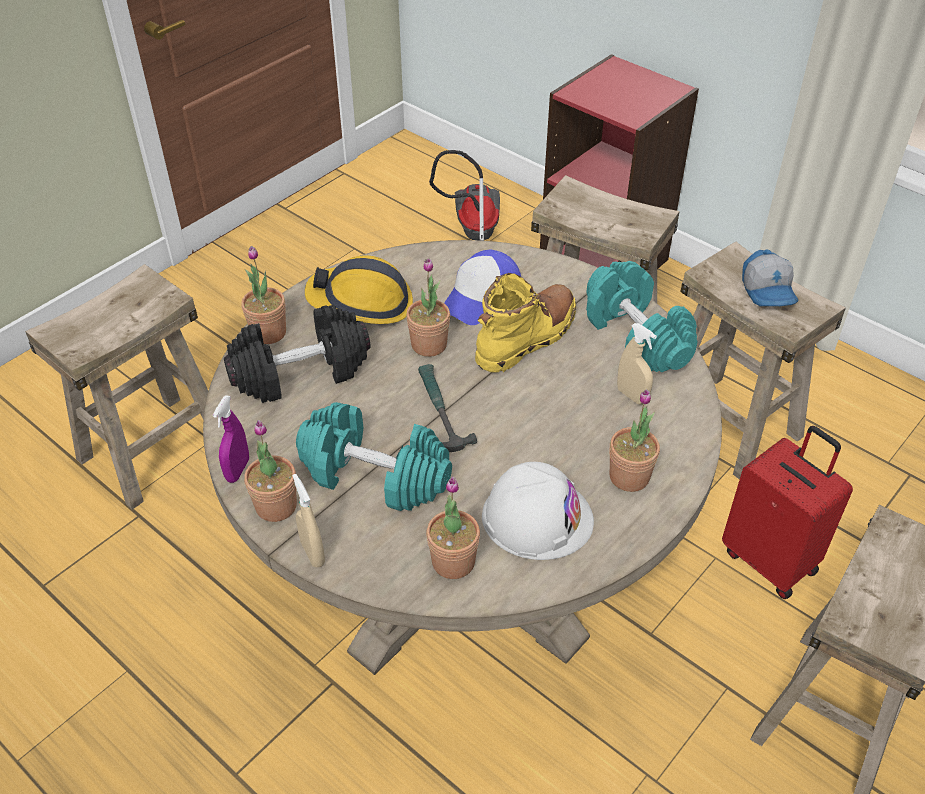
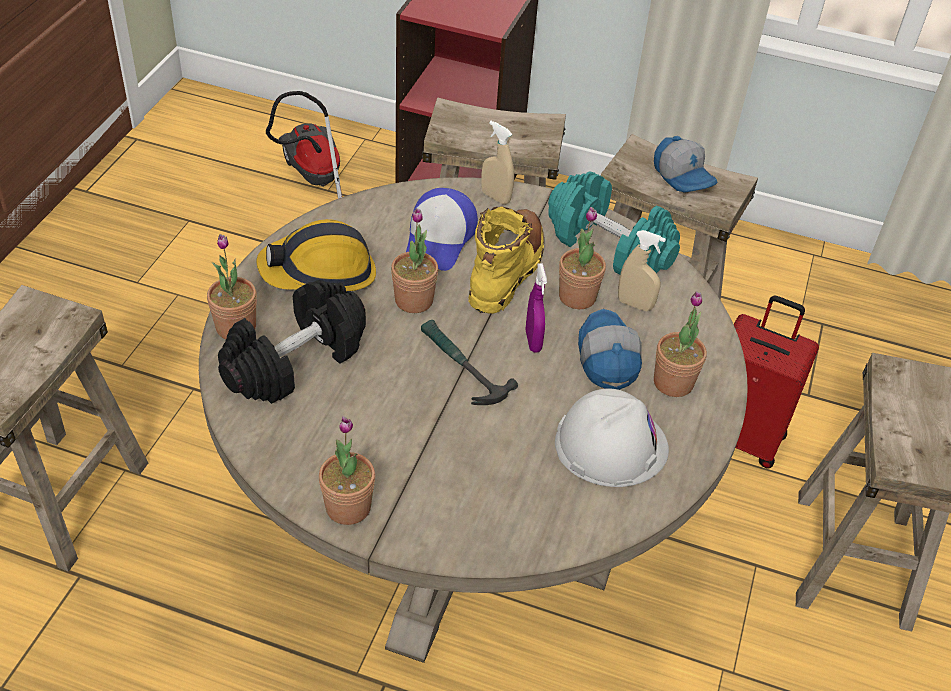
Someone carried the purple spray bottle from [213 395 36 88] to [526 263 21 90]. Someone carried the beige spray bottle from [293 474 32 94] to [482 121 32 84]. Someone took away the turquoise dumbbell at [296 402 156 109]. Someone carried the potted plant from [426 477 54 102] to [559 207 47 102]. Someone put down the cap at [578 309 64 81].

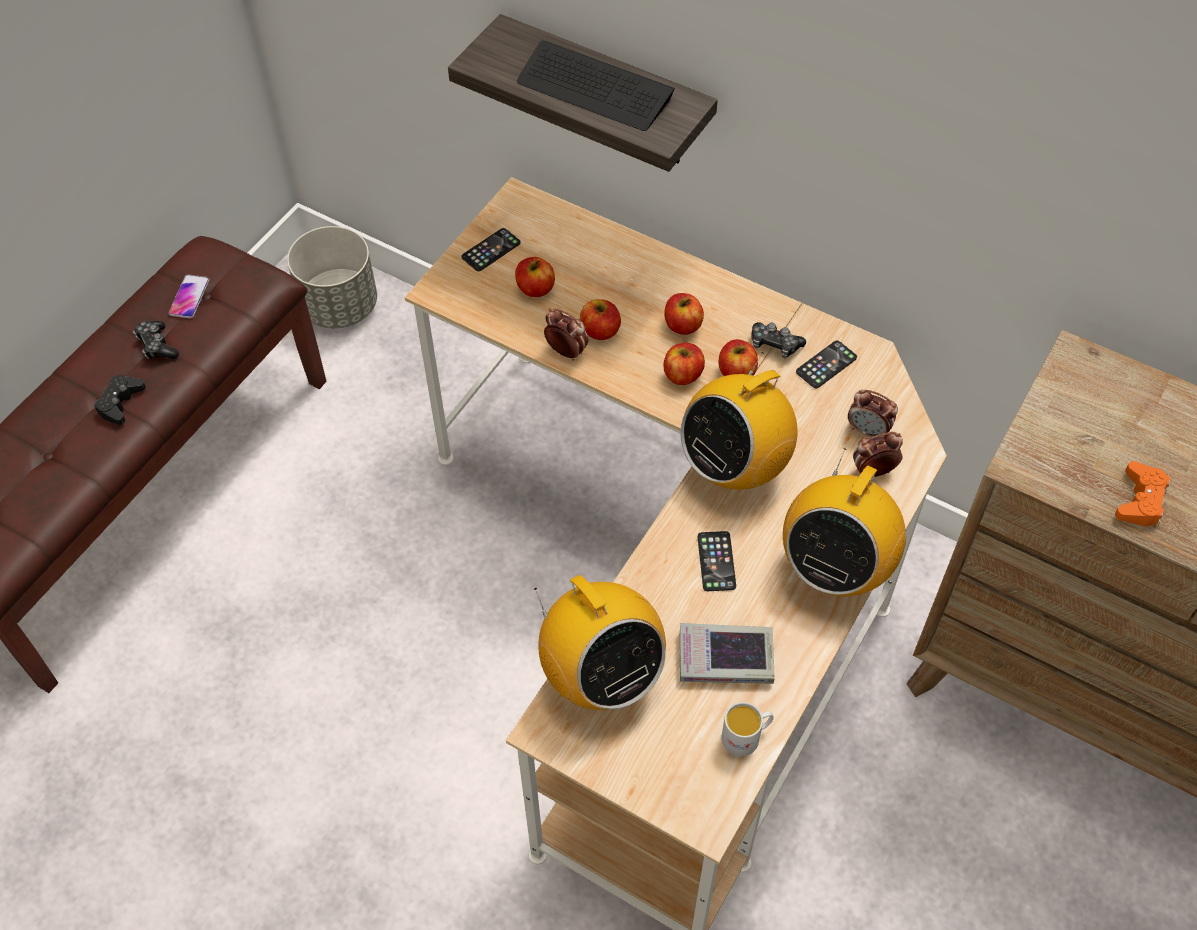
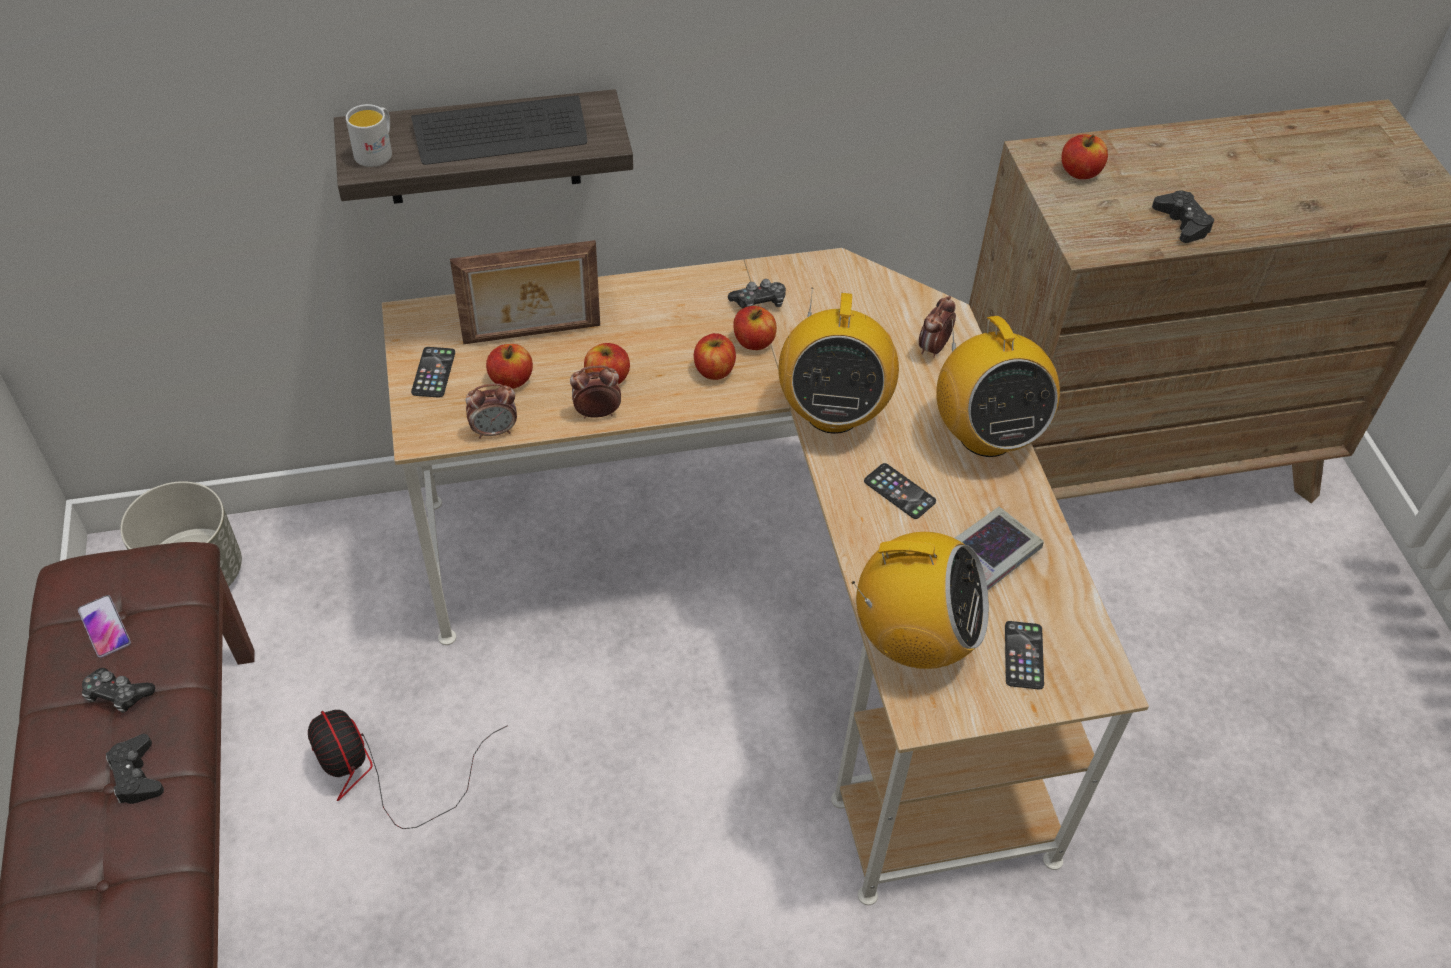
Someone carried the apple from [664 293 40 42] to [1062 134 46 45]. Someone carried the white mug from [721 702 53 54] to [346 104 46 63]. Someone carried the phone from [796 341 61 47] to [1005 621 39 69]. Someone carried the alarm clock from [848 390 50 47] to [466 384 51 55]. Someone repainted the orange game controller at [1115 461 55 65], which became the black game controller at [1152 190 63 53]. Someone put down the fan at [308 710 200 119]. Someone put down the picture frame at [450 240 150 104].

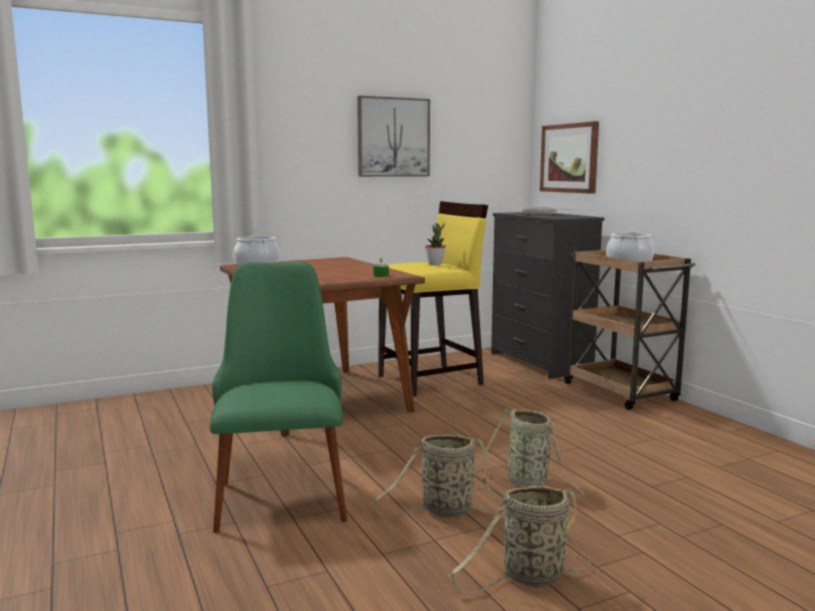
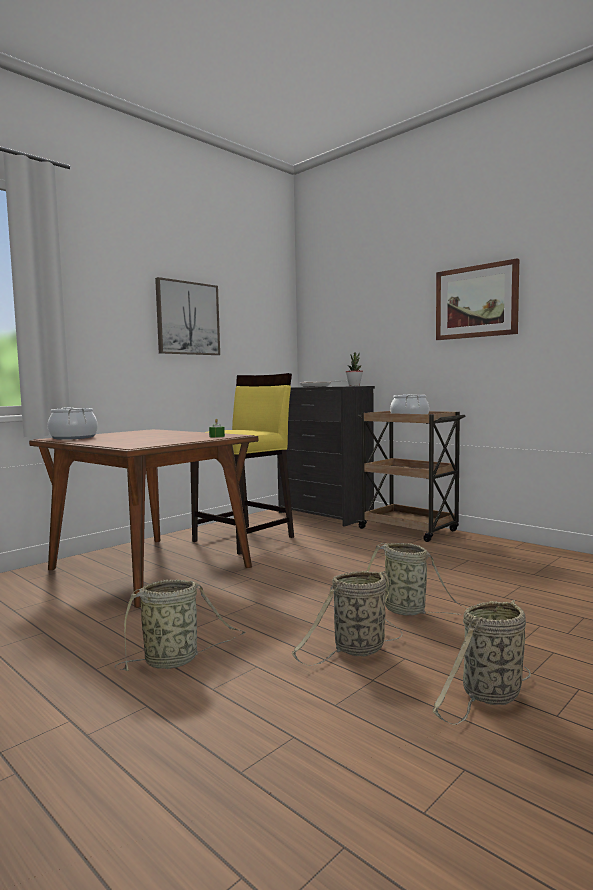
Someone swapped the green chair at [210 262 137 271] for the basket at [115 579 131 92]. Someone carried the potted plant from [425 223 21 42] to [346 352 17 34]. Someone carried the picture from [540 121 59 73] to [436 258 83 82].

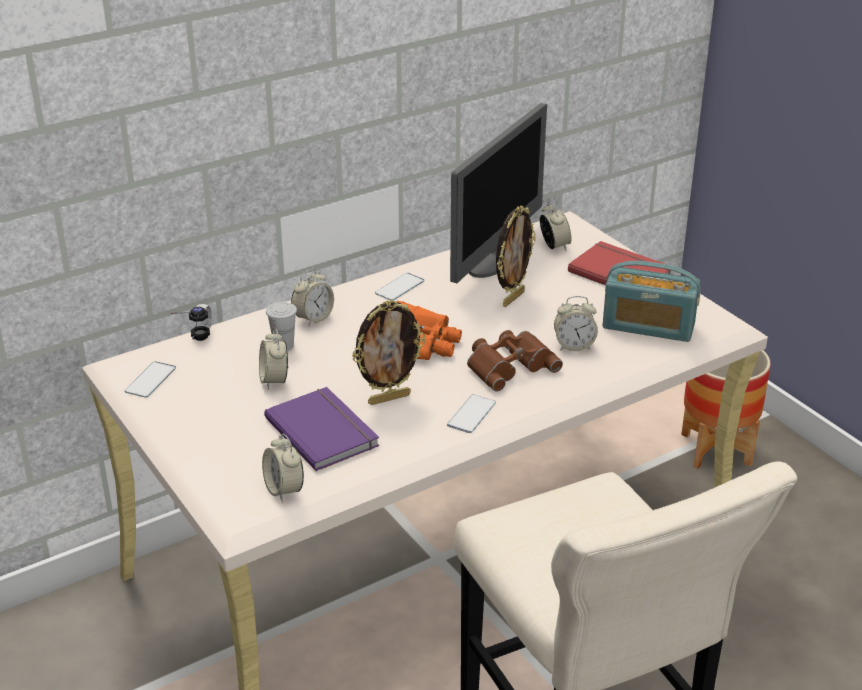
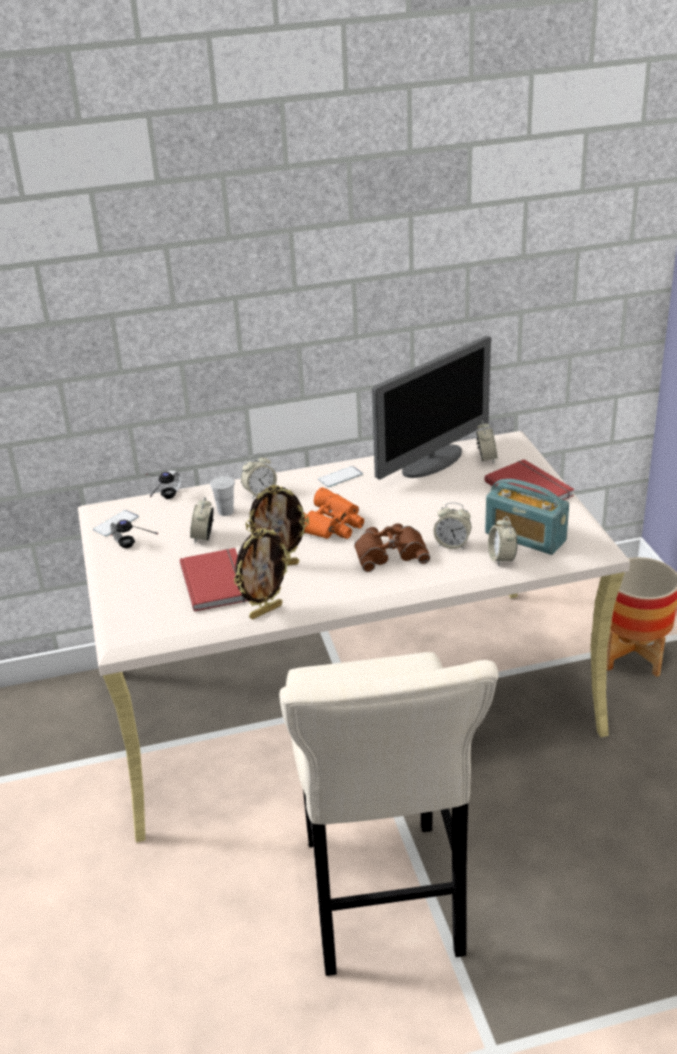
Someone carried the alarm clock from [262 434 42 68] to [488 516 29 51]. Someone repainted the purple book at [264 387 115 84], which became the red book at [180 548 68 64]. Someone took away the phone at [447 394 49 39]. Someone carried the picture frame from [496 206 40 101] to [233 528 58 91]. Someone put down the headphones at [110 519 48 29].

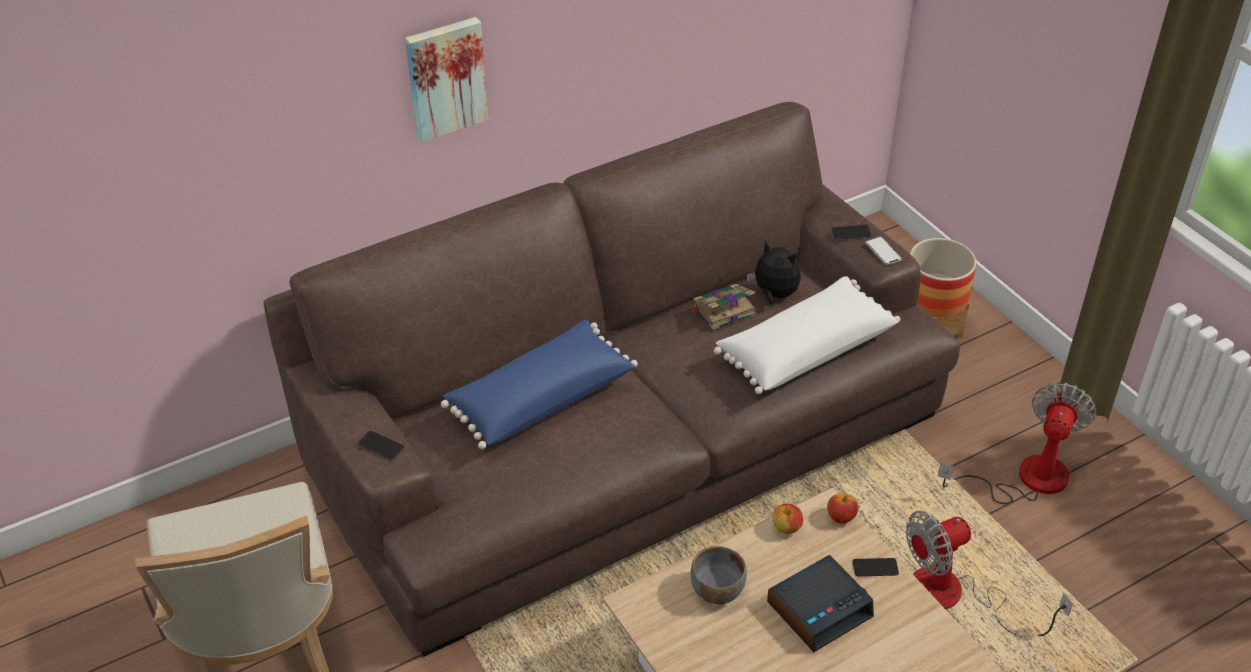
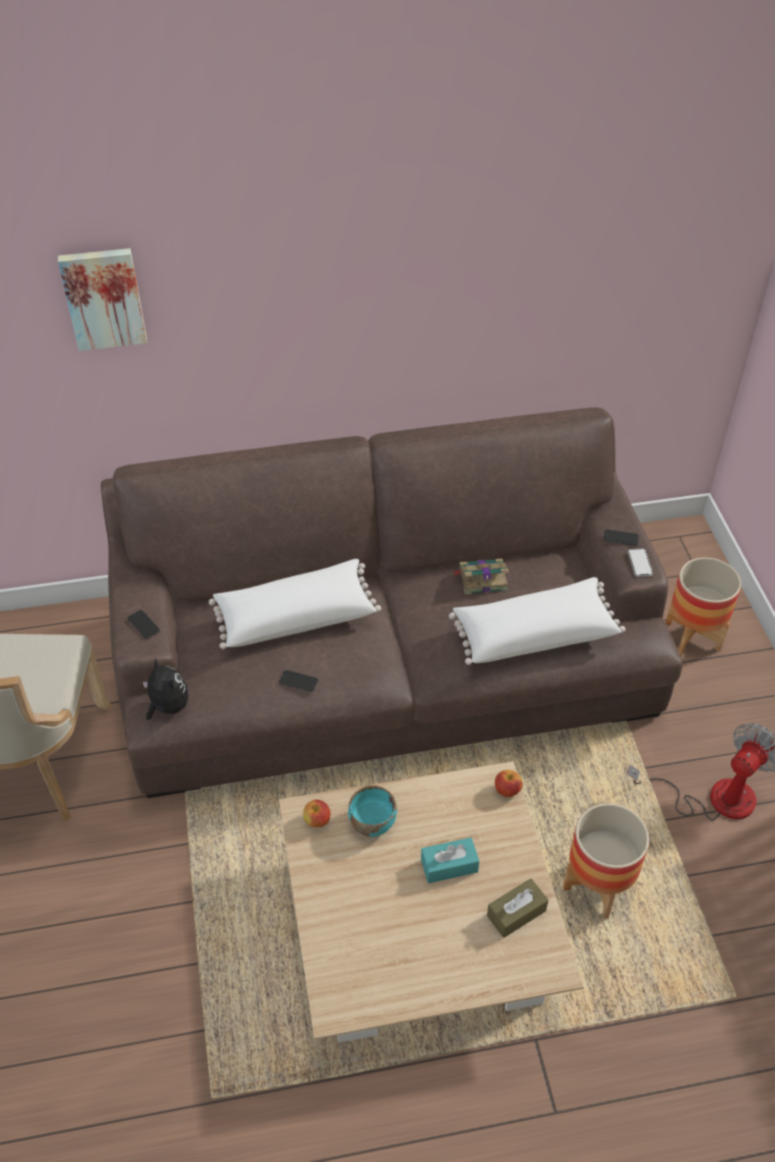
Someone carried the picture from [405 17 83 125] to [58 248 89 103]. Someone repainted the blue pillow at [441 320 197 129], which became the white pillow at [209 559 172 90]. Someone repainted the grey bowl at [691 546 56 59], which became the turquoise bowl at [348 785 49 52]. Someone carried the plush toy from [747 240 54 64] to [143 657 45 63]. Someone swapped the alarm clock at [767 555 107 97] for the turquoise tissue box at [421 837 58 47]. Someone carried the apple from [772 504 31 30] to [303 800 28 28]. Someone carried the phone from [853 558 46 18] to [279 670 39 22]. Someone swapped the fan at [906 511 167 125] for the planter at [563 803 86 116]. Someone put down the brown tissue box at [487 879 61 59].

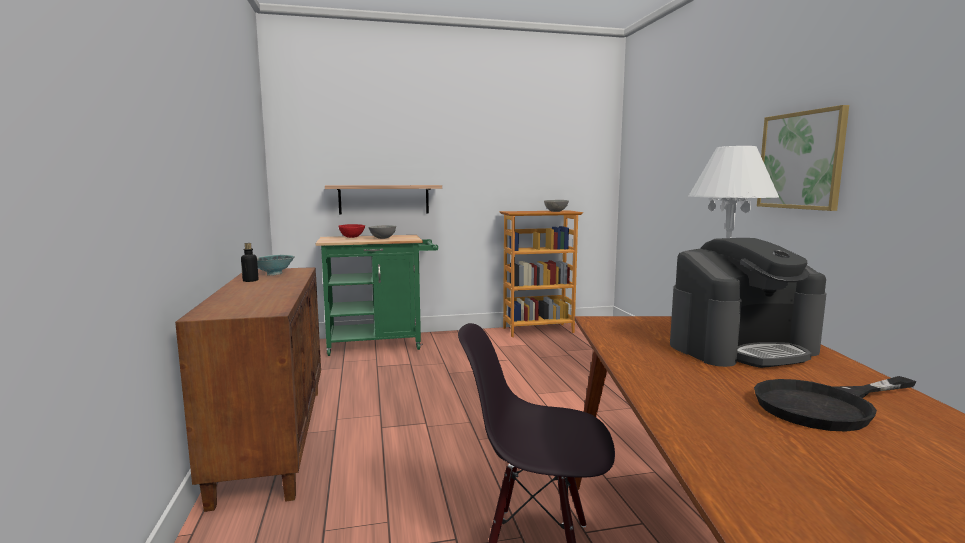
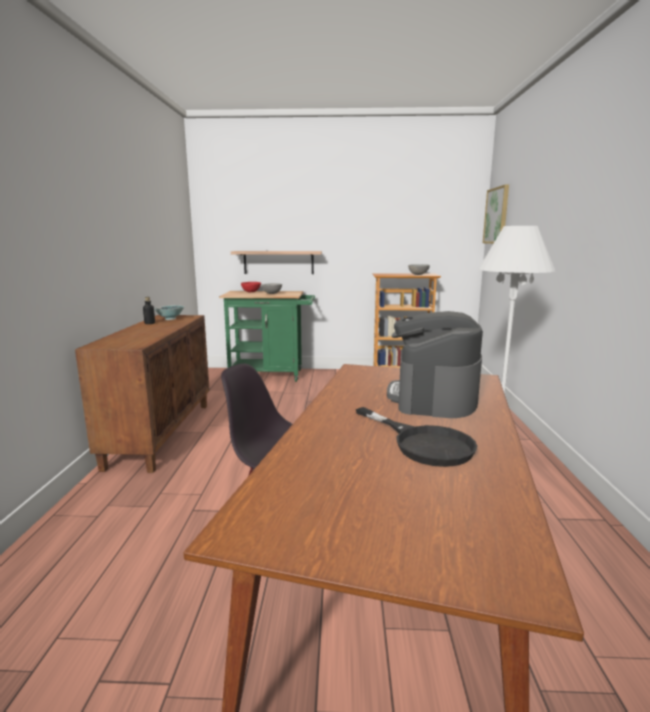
Someone rotated the coffee machine at [670 238 157 130] by 105 degrees clockwise. Someone rotated the black frying pan at [754 376 163 56] by 120 degrees counterclockwise. Someone carried the picture from [757 105 92 106] to [483 185 26 59].

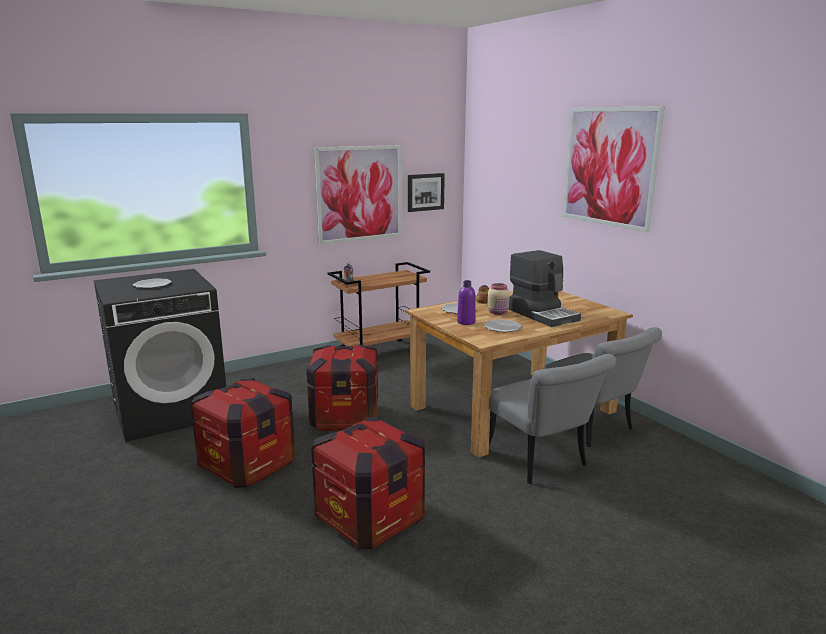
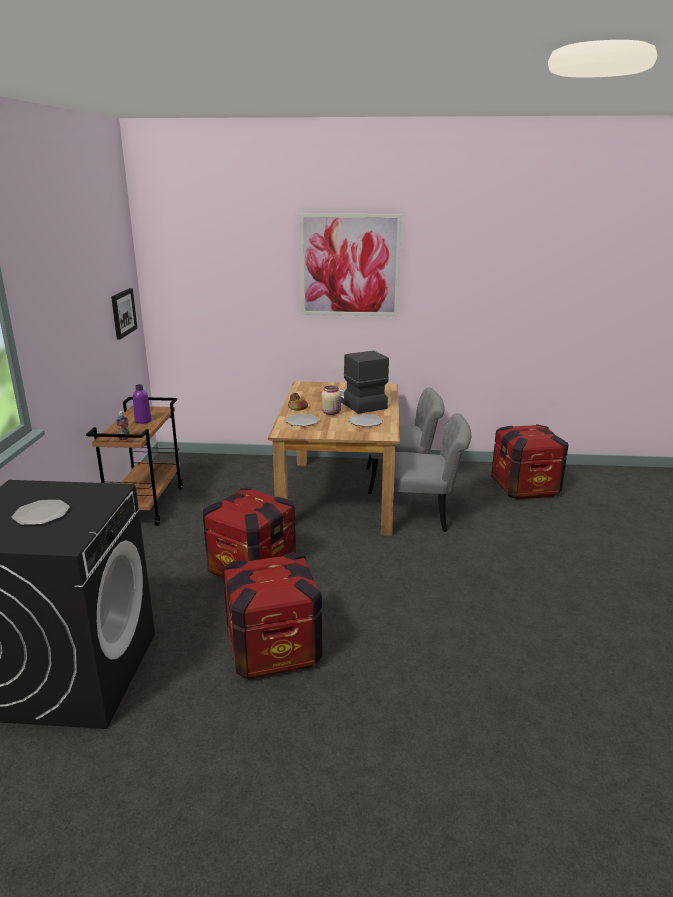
Someone carried the crate from [311 417 114 132] to [491 424 77 75]. Someone took away the picture at [314 145 87 100]. Someone carried the purple bottle from [457 280 19 45] to [133 384 18 40]. Someone rotated the coffee machine at [509 250 72 77] by 120 degrees counterclockwise.

